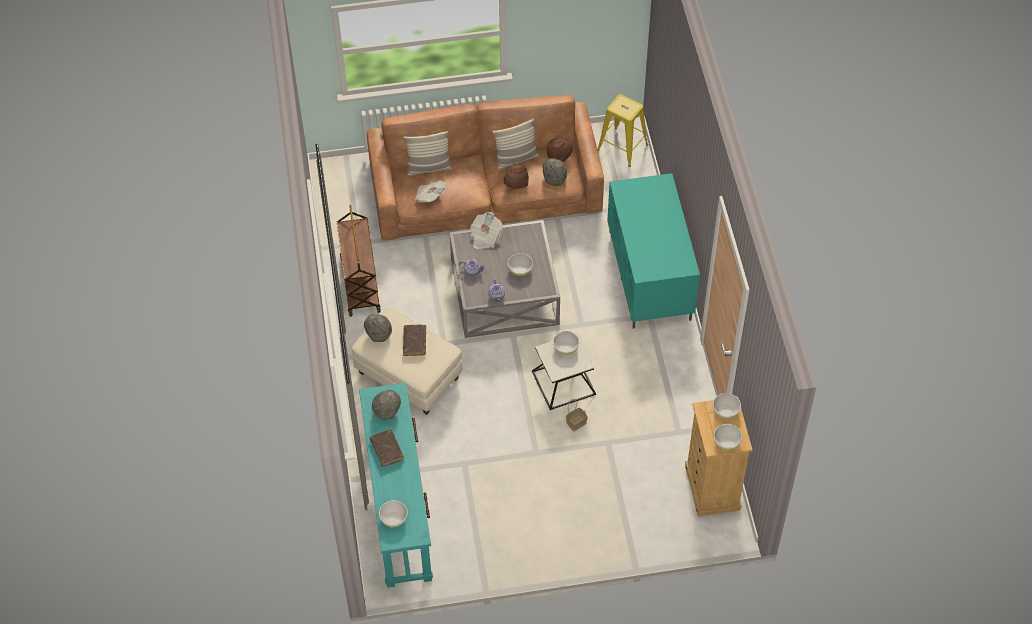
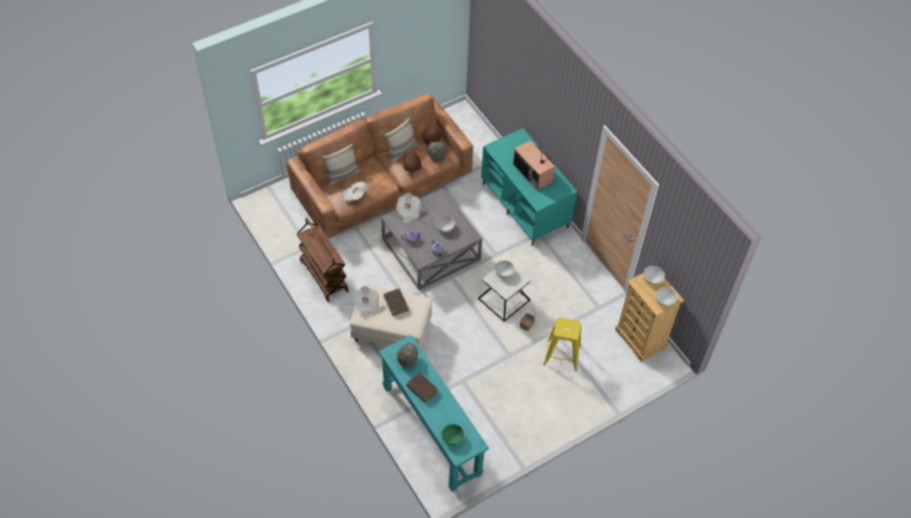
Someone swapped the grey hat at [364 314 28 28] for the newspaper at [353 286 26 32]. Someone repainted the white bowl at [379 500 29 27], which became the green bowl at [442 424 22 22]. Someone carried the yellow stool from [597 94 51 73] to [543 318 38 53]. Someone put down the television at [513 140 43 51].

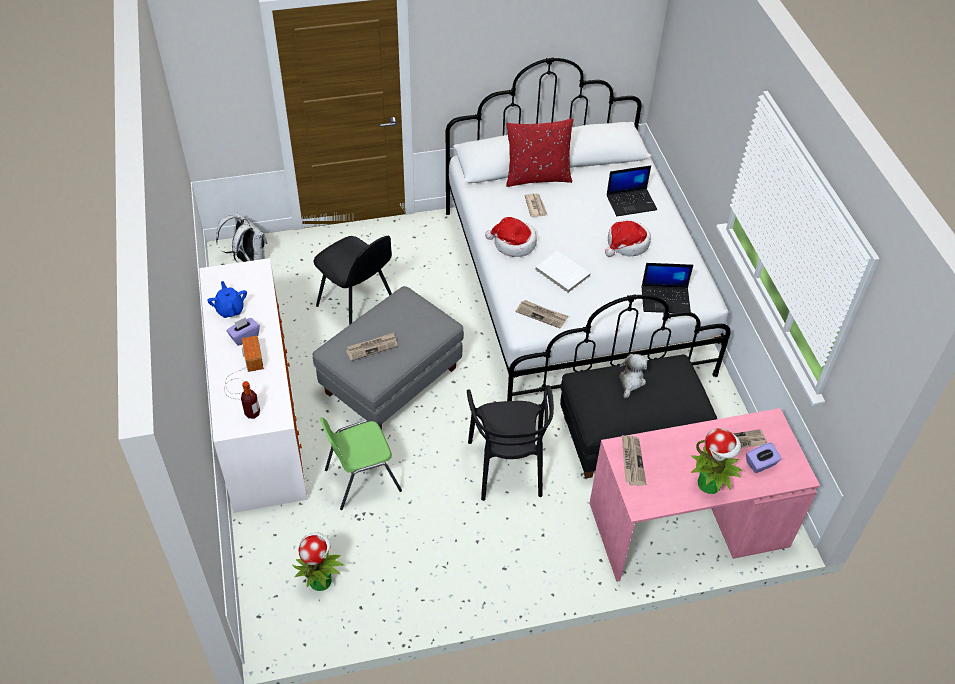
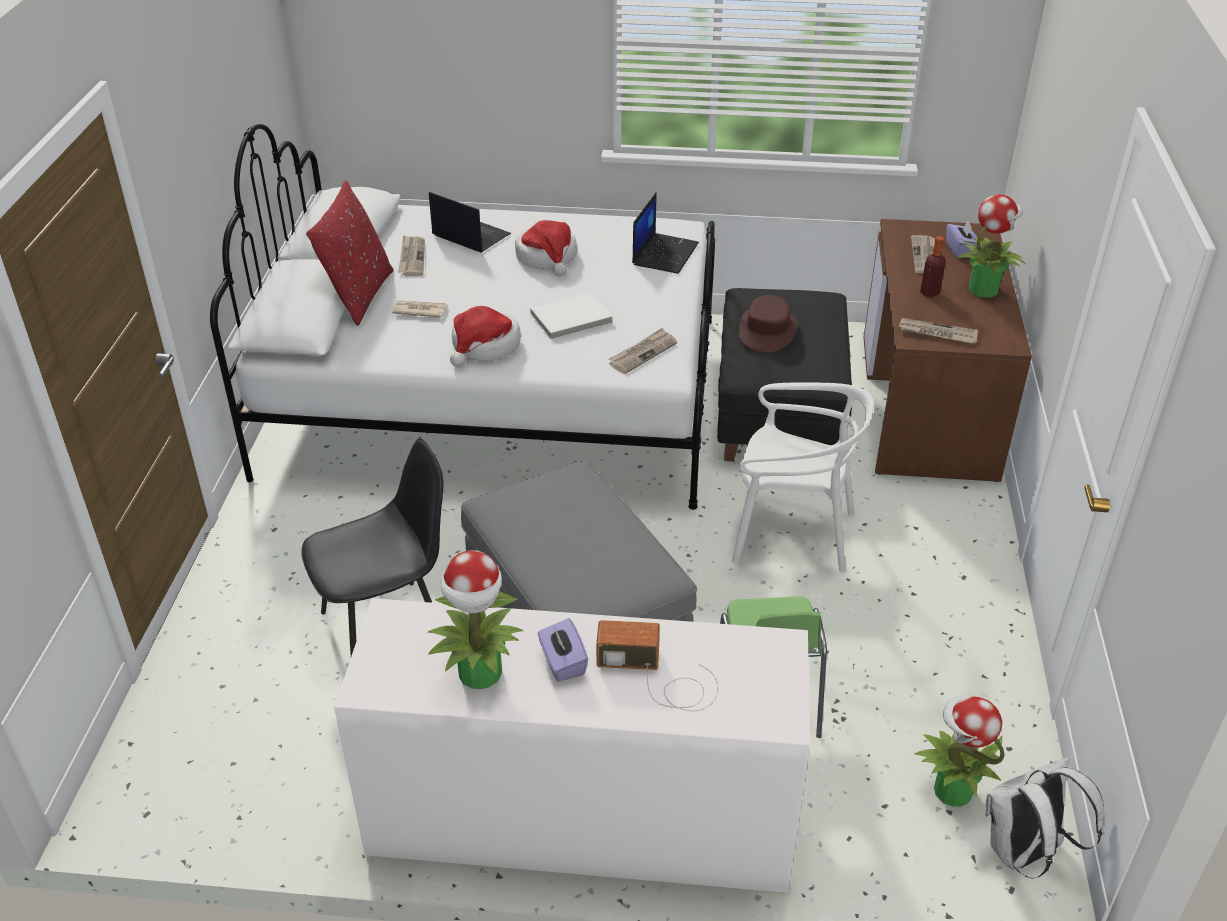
Someone swapped the blue teapot at [207 281 40 37] for the potted plant at [427 550 96 139]. Someone carried the white backpack from [216 213 51 50] to [985 757 119 121]. Someone carried the bottle from [241 381 19 38] to [920 236 26 62]. Someone carried the newspaper from [346 332 51 29] to [398 235 27 41]. Someone repainted the black chair at [467 385 87 116], which became the white chair at [732 382 141 191]. Someone repainted the pink desk at [589 408 231 174], which became the brown desk at [863 219 169 263]. Someone rotated the laptop at [607 165 50 51] by 60 degrees counterclockwise. Someone swapped the plush toy at [620 354 27 44] for the brown hat at [739 295 58 58].

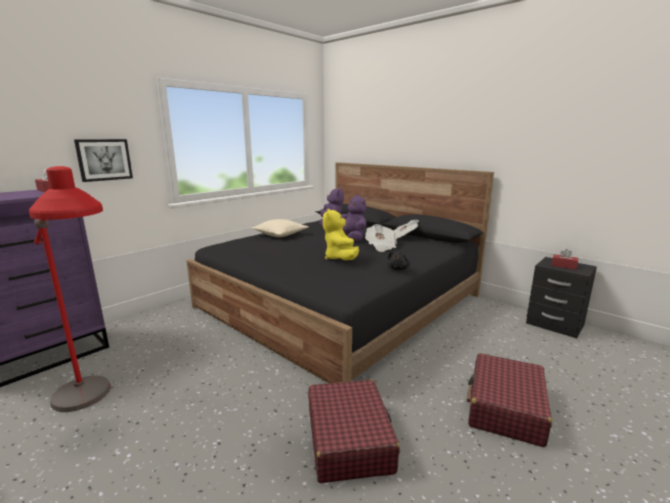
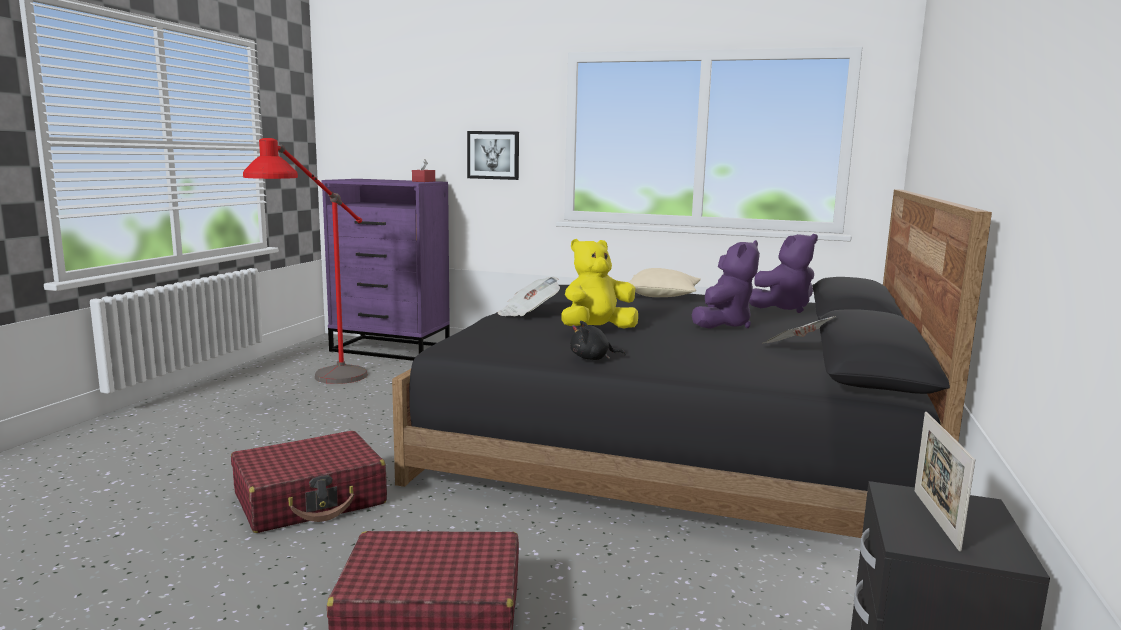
Someone carried the newspaper from [365 224 32 28] to [498 277 62 40]. Someone swapped the red tissue box at [551 249 27 21] for the picture frame at [914 412 62 140].

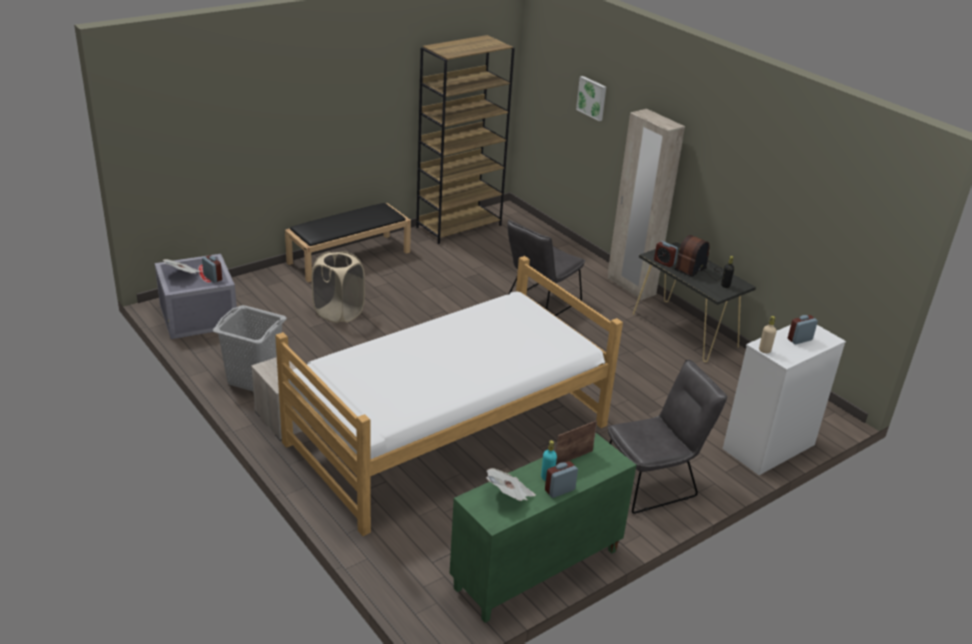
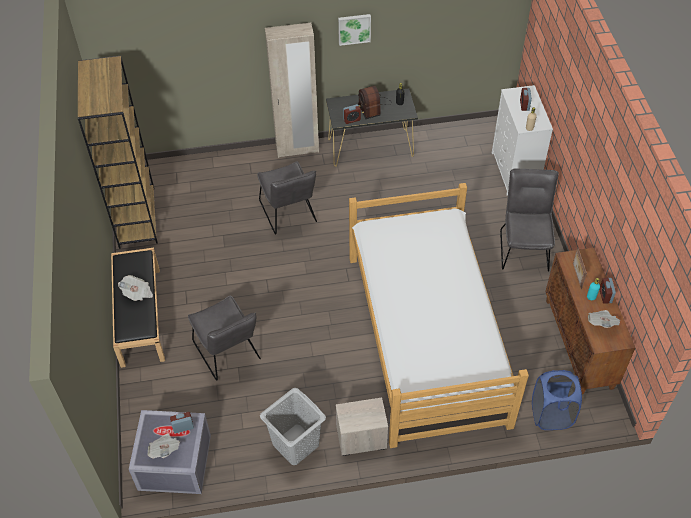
Someone swapped the beige laundry basket at [312 251 53 72] for the grey chair at [188 296 73 85]. Someone repainted the green cabinet at [450 433 186 190], which became the brown cabinet at [545 248 90 146]. Someone carried the picture from [576 76 30 45] to [338 14 33 32]. Someone put down the newspaper at [118 275 35 26]. Someone put down the blue laundry basket at [532 370 50 60].

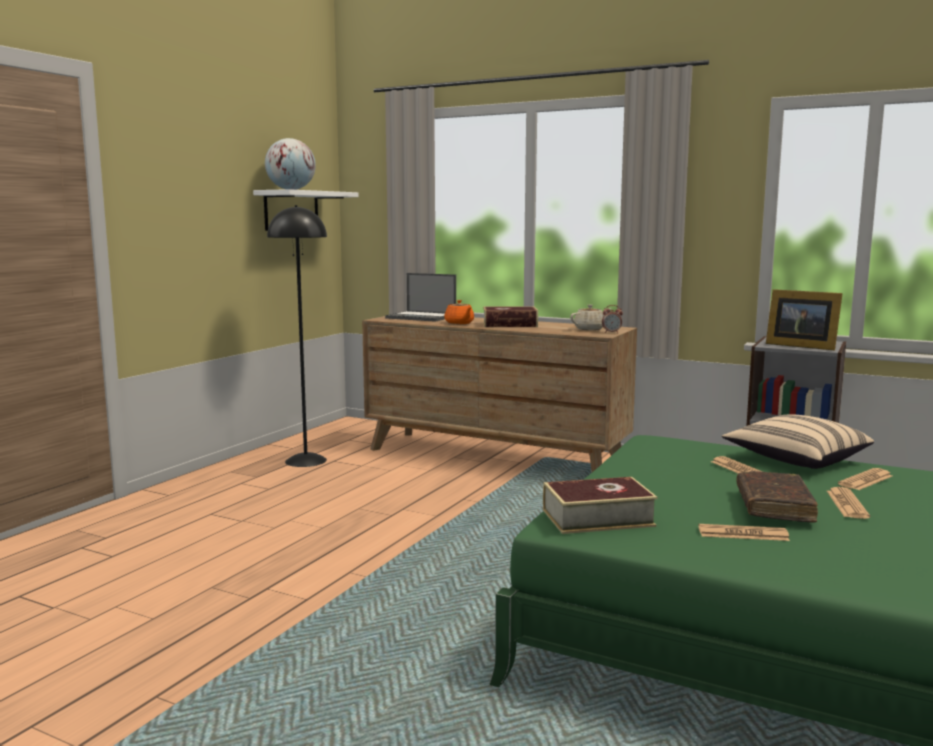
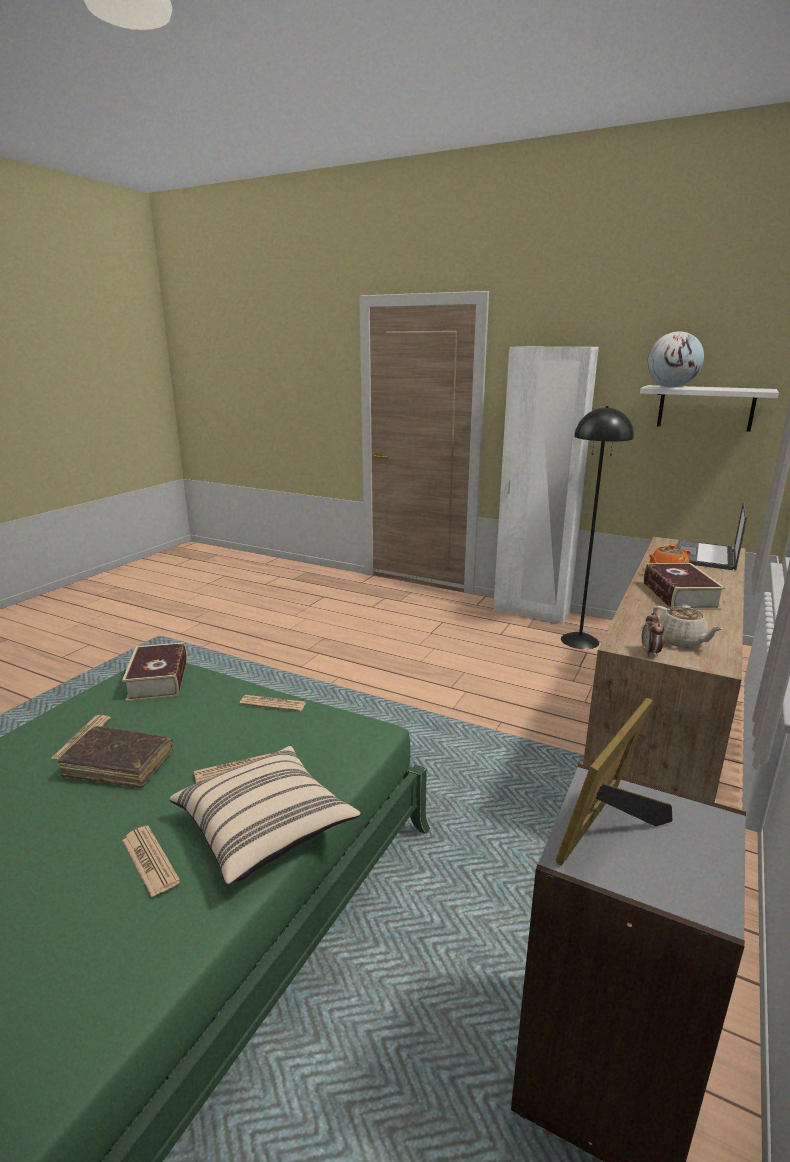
Someone carried the newspaper from [827 487 43 32] to [239 695 67 17]. Someone put down the white wardrobe at [494 347 105 278].

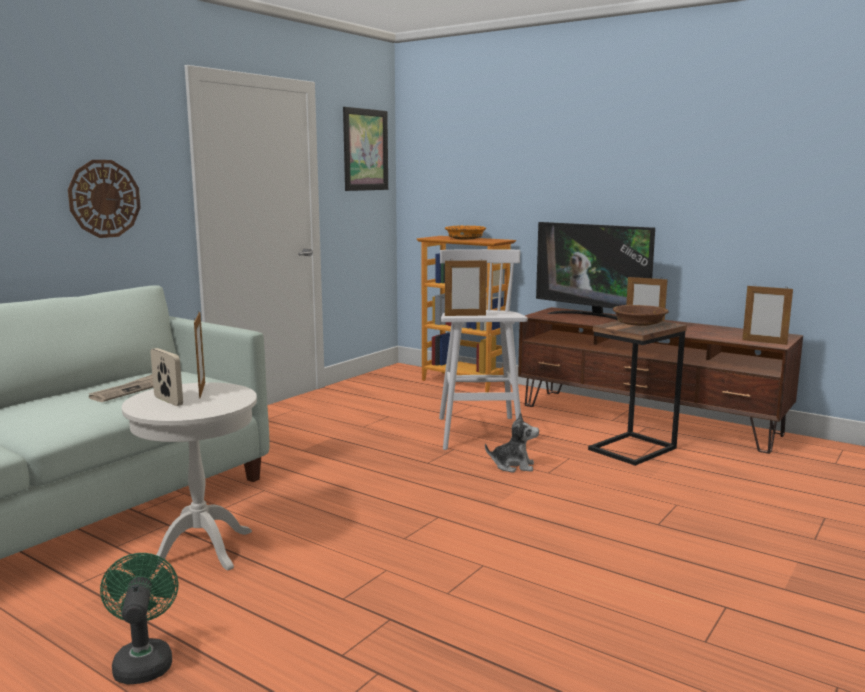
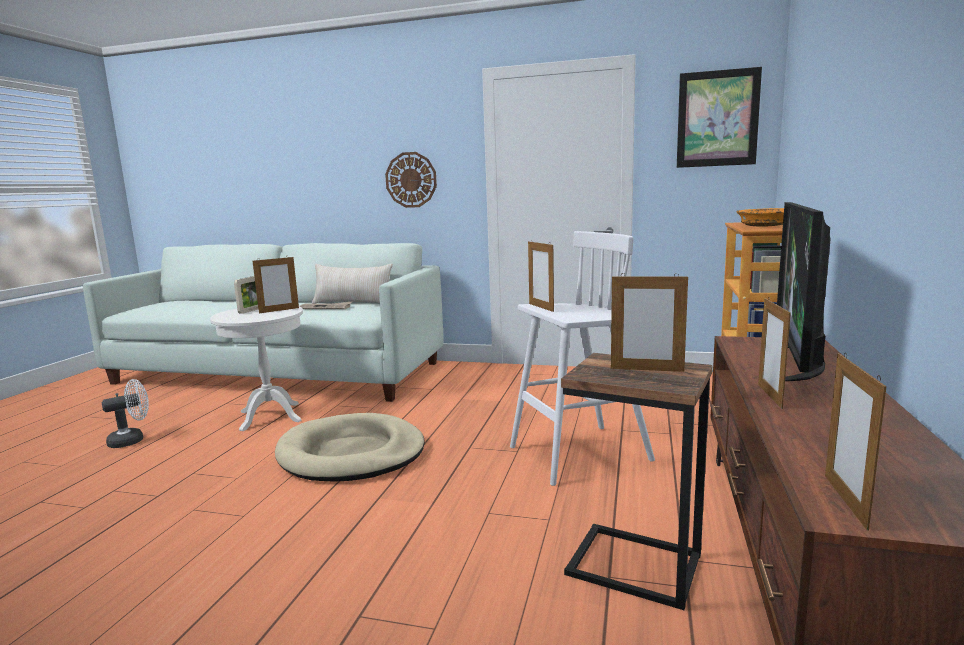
Someone repainted the green fan at [100 553 78 132], which became the white fan at [102 379 47 69]. Someone took away the plush toy at [485 412 54 61]. Someone swapped the brown bowl at [613 305 56 21] for the picture frame at [611 273 77 99]. Someone put down the beige dog bed at [275 413 150 69]. Someone put down the beige pillow at [312 264 81 40].

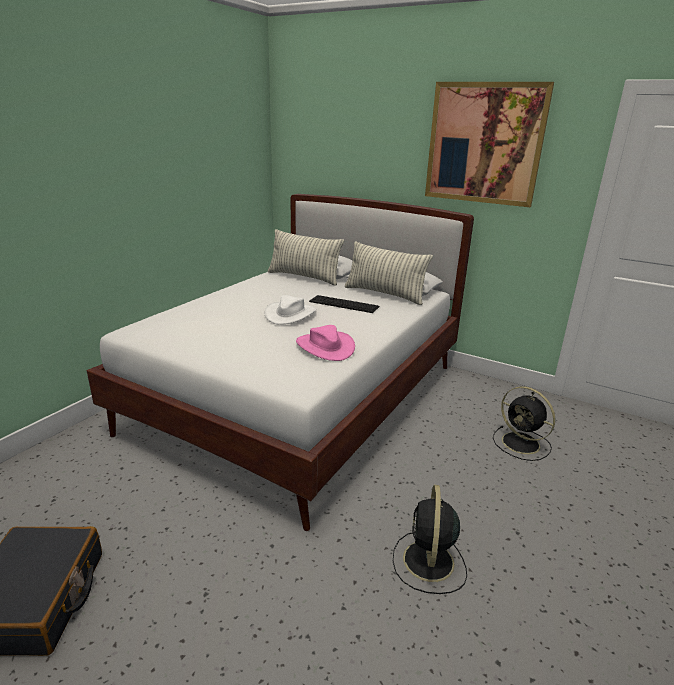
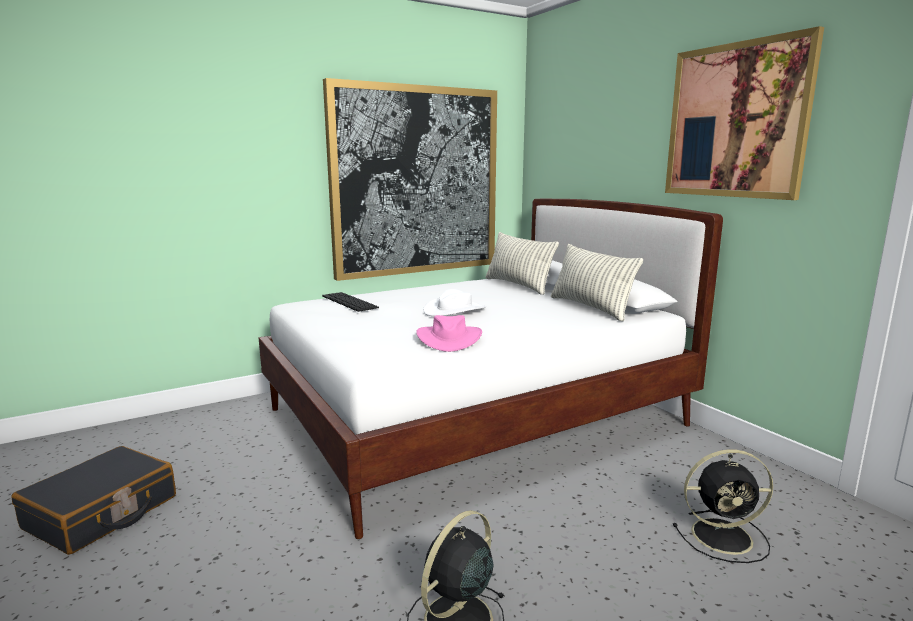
Someone carried the keyboard from [309 295 70 18] to [322 292 57 20]. Someone rotated the black fan at [493 386 62 75] by 75 degrees counterclockwise. Someone put up the picture at [323 78 174 203].

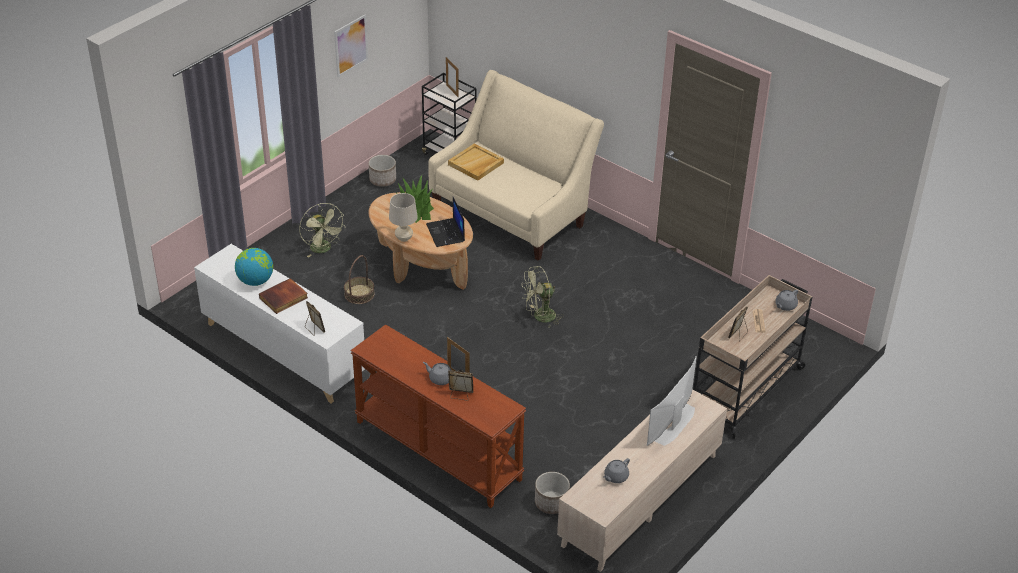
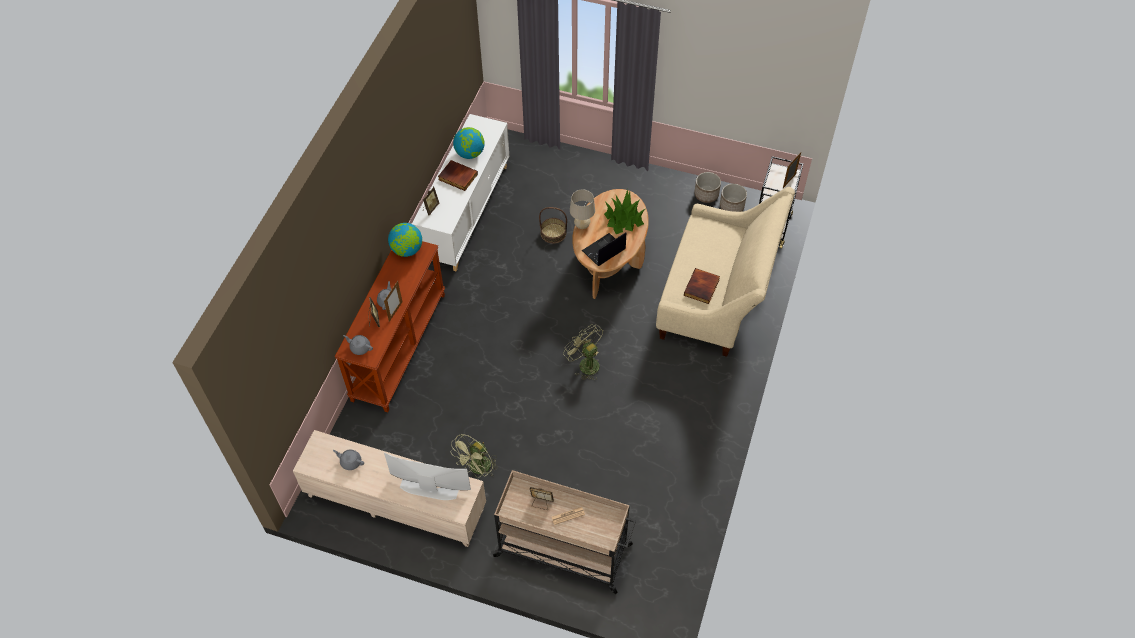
Someone carried the green fan from [299 203 47 54] to [450 434 48 44]. Someone took away the picture at [334 15 34 62]. Someone took away the beige tray at [448 143 56 38]. Someone carried the planter from [535 472 35 42] to [720 184 27 28]. Someone carried the grey teapot from [775 289 23 22] to [343 335 30 20]. Someone put down the globe at [388 223 34 34]. Someone put down the book at [684 268 36 36].

